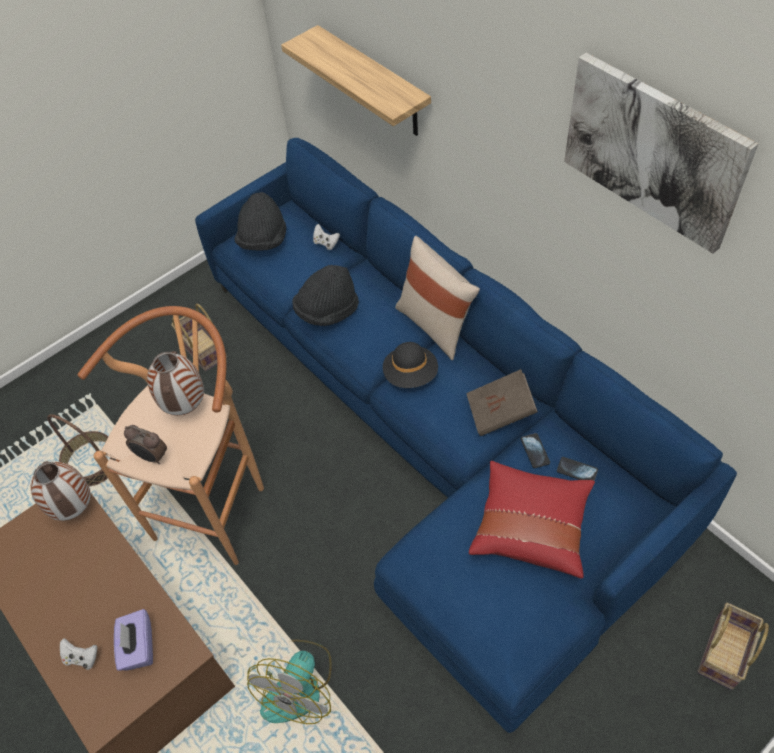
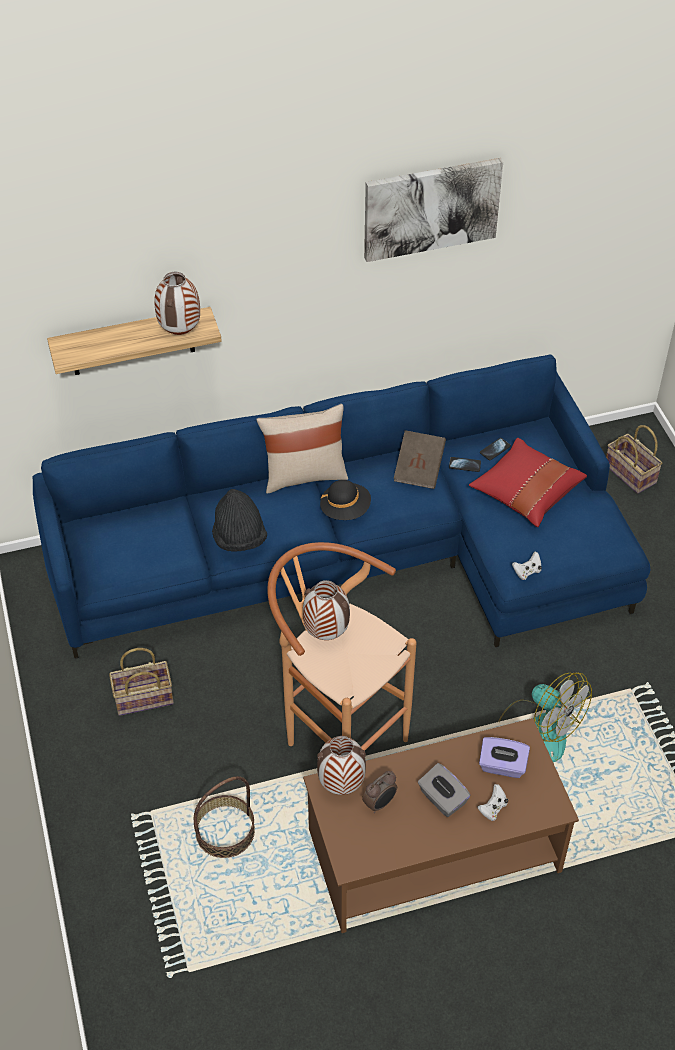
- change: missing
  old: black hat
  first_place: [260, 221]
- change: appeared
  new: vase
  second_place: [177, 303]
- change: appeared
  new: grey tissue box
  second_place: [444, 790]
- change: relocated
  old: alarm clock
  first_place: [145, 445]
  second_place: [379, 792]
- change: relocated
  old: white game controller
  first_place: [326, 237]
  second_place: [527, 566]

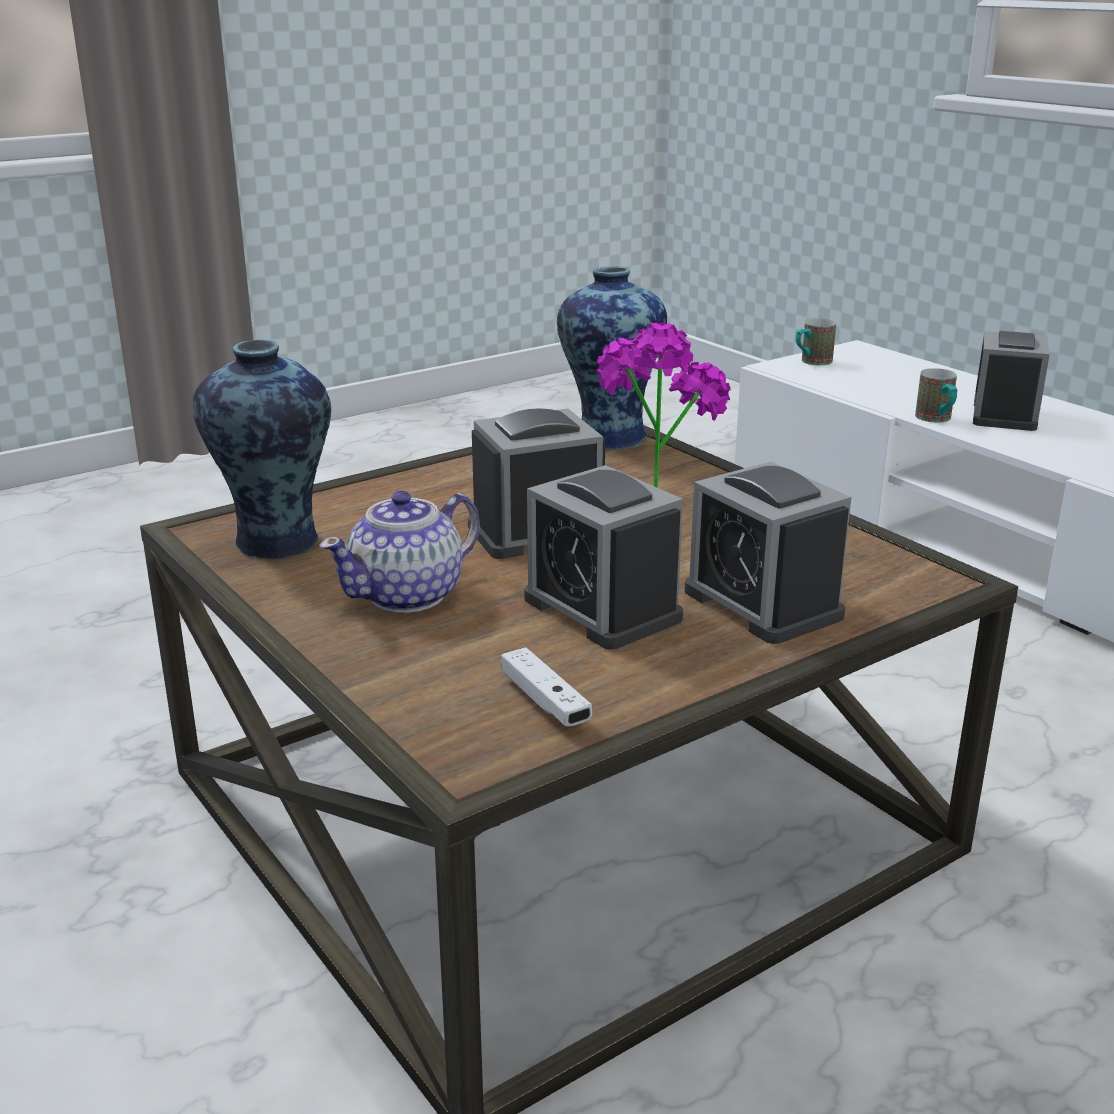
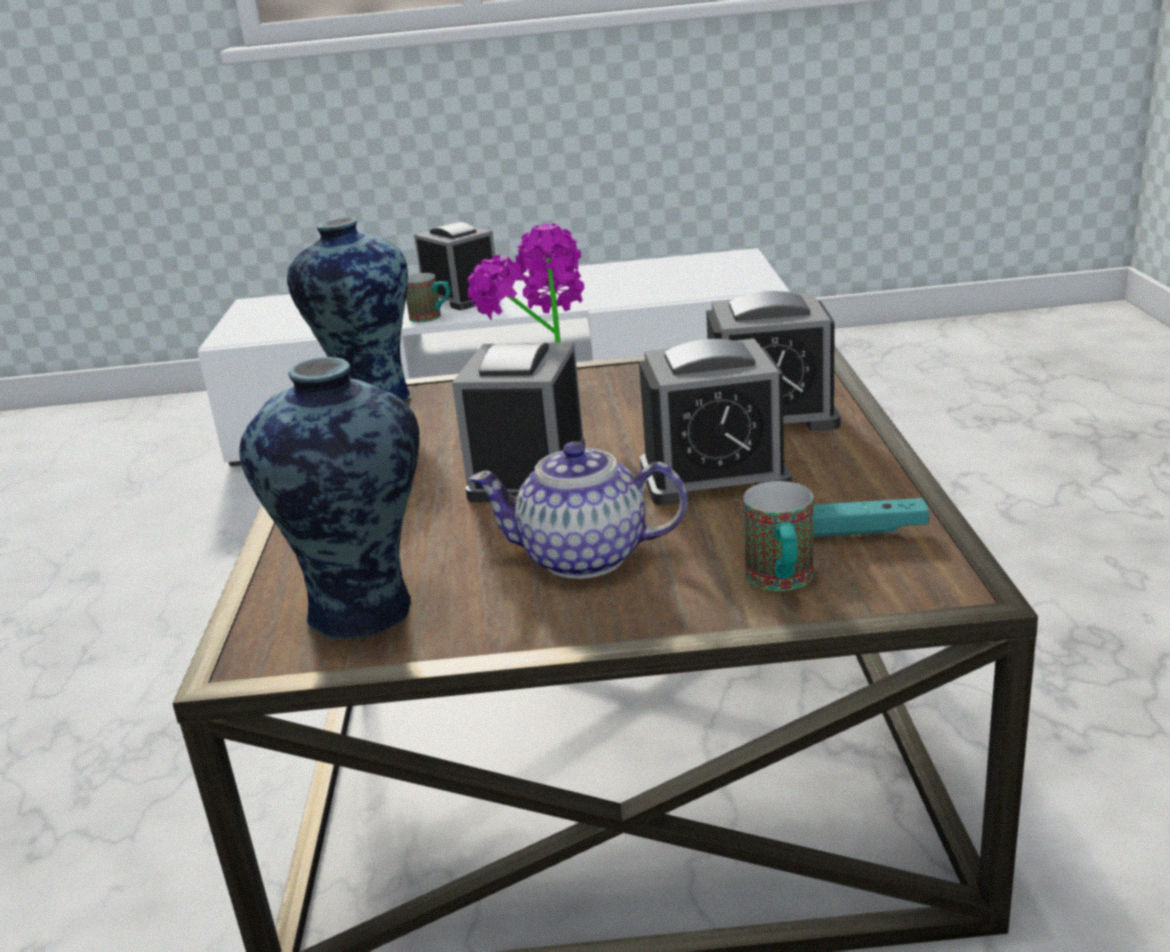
- change: relocated
  old: mug
  first_place: [816, 341]
  second_place: [778, 536]
- change: colour
  old: white game controller
  new: turquoise game controller
  first_place: [546, 687]
  second_place: [871, 517]
- change: spun
  old: teapot
  first_place: [399, 552]
  second_place: [578, 510]
  degrees: 105

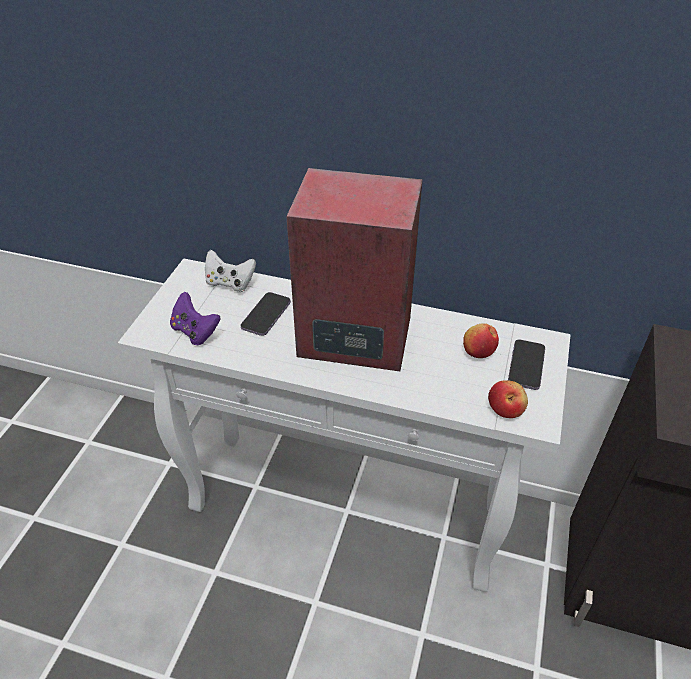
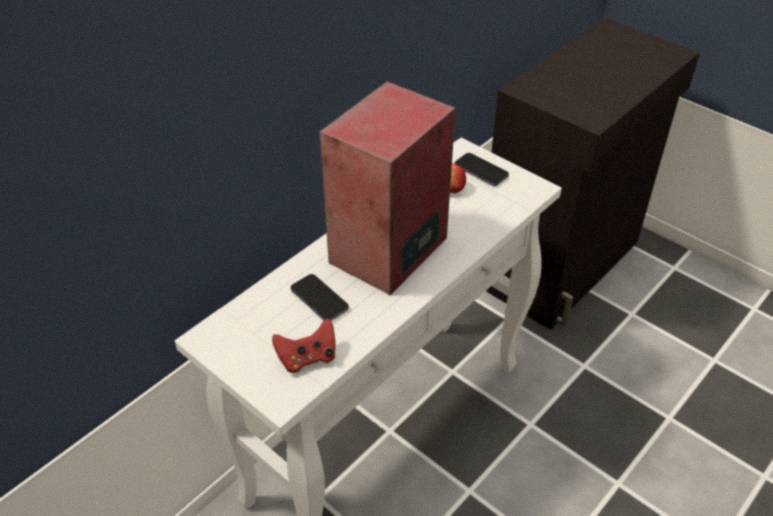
- change: missing
  old: white game controller
  first_place: [230, 271]
- change: missing
  old: apple
  first_place: [508, 399]
- change: colour
  old: purple game controller
  new: red game controller
  first_place: [195, 318]
  second_place: [304, 346]

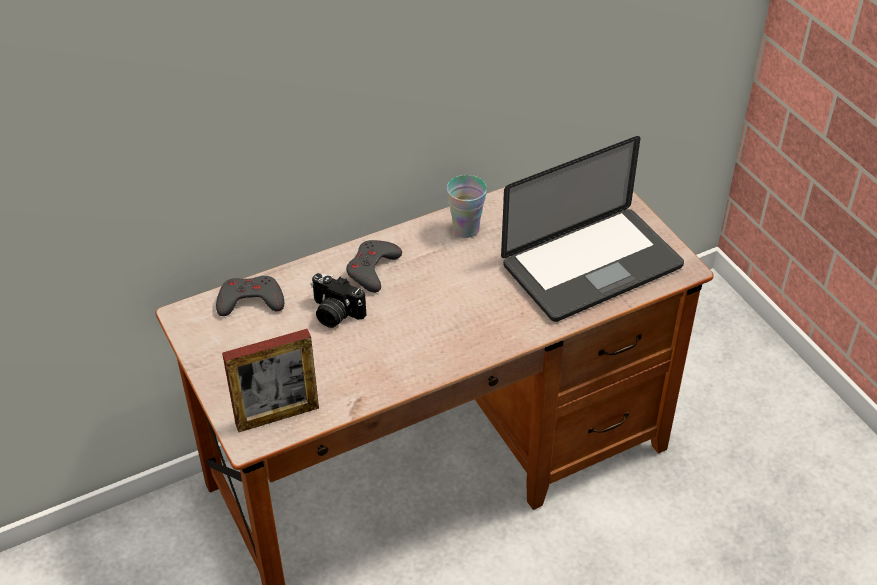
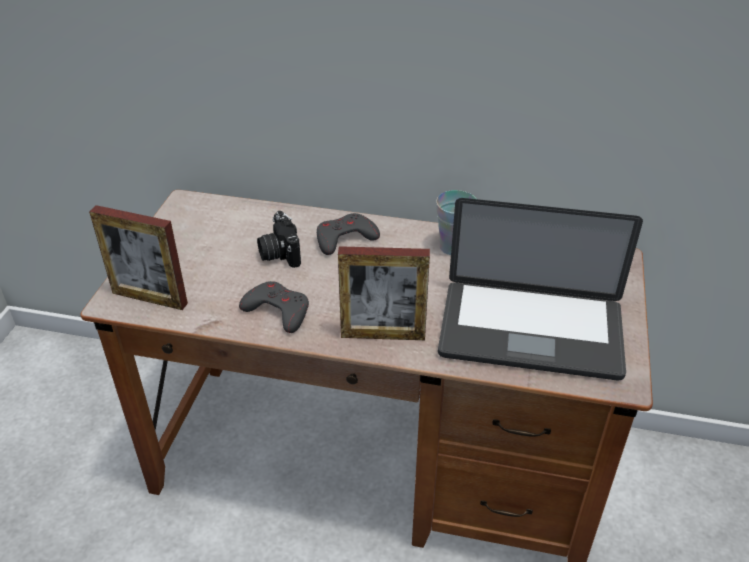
- change: appeared
  new: picture frame
  second_place: [384, 293]
- change: relocated
  old: grey game controller
  first_place: [250, 296]
  second_place: [274, 307]

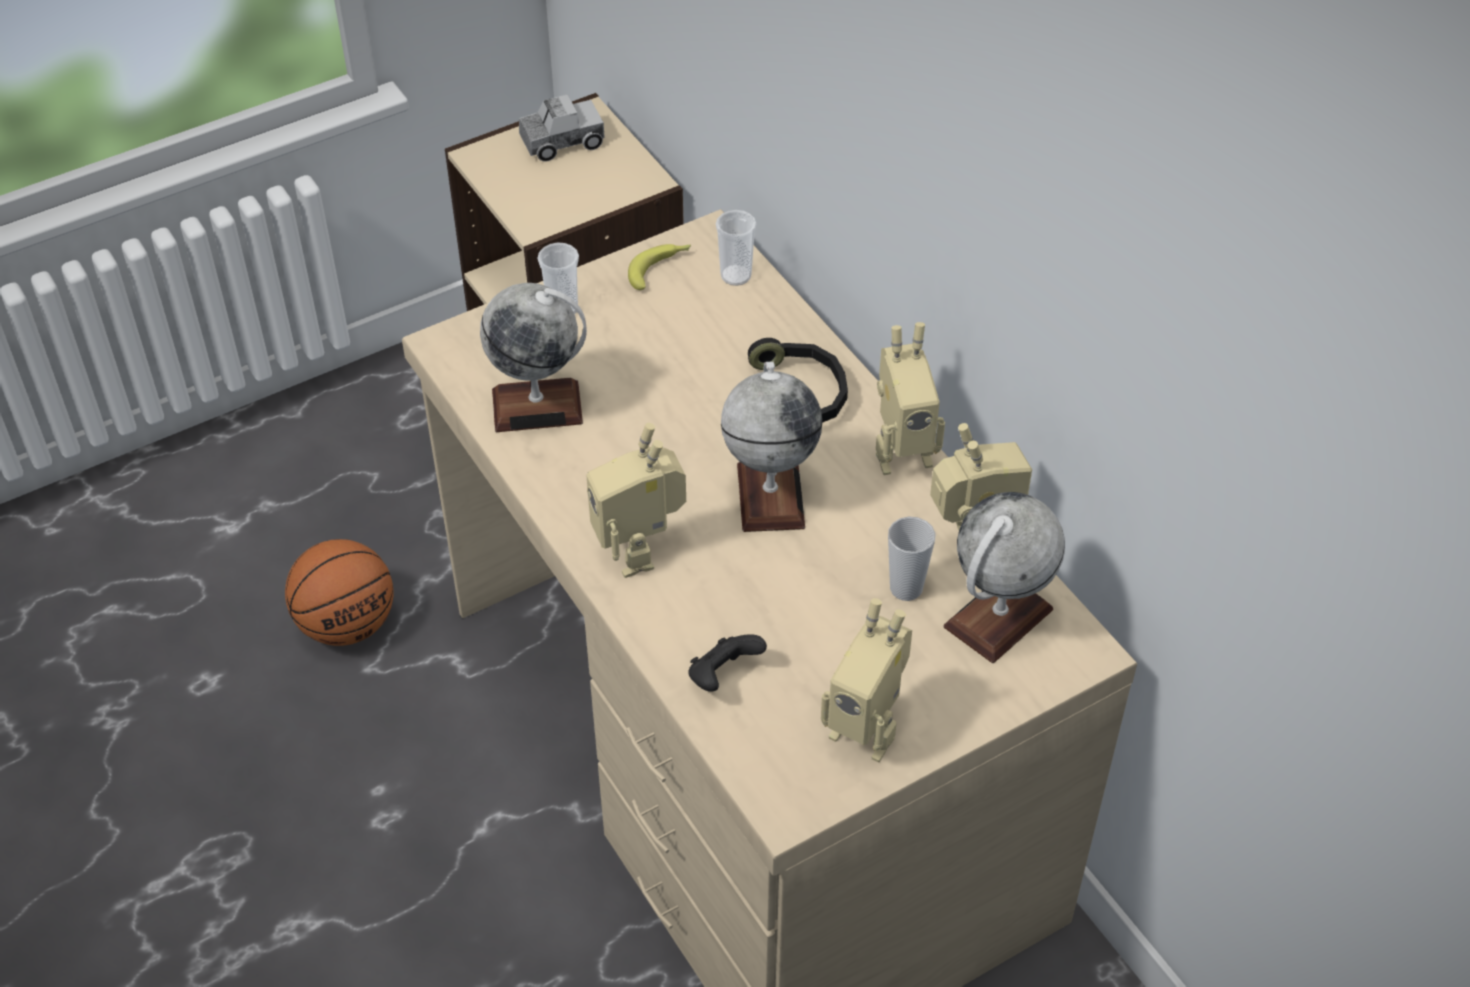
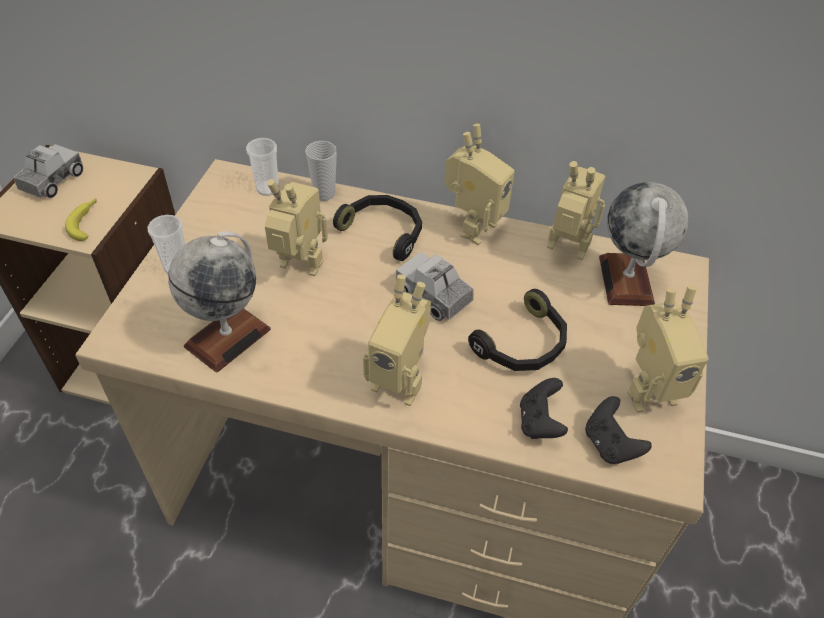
- change: missing
  old: basketball
  first_place: [339, 592]
- change: appeared
  new: toy robot
  second_place: [296, 227]
- change: appeared
  new: black headphones
  second_place: [517, 330]
- change: appeared
  new: black game controller
  second_place: [618, 430]
- change: relocated
  old: banana
  first_place: [659, 267]
  second_place: [81, 219]
- change: relocated
  old: cup
  first_place: [912, 559]
  second_place: [321, 171]
- change: exchanged
  old: globe
  new: toy truck
  first_place: [771, 447]
  second_place: [435, 286]

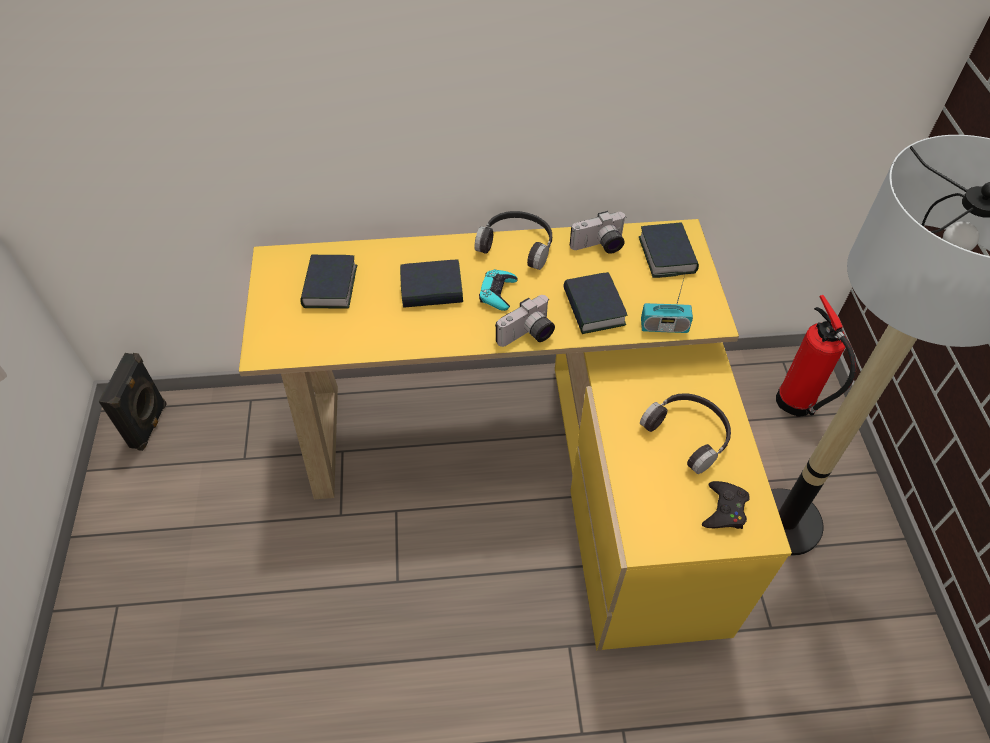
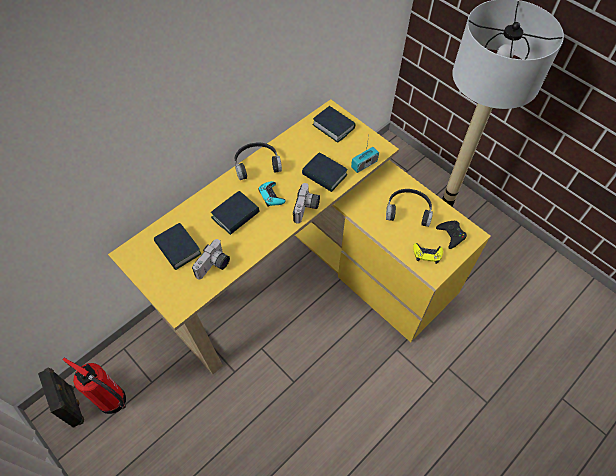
- change: appeared
  new: yellow game controller
  second_place: [428, 253]
- change: relocated
  old: photo camera
  first_place: [597, 232]
  second_place: [211, 259]
- change: relocated
  old: fire extinguisher
  first_place: [816, 356]
  second_place: [94, 386]

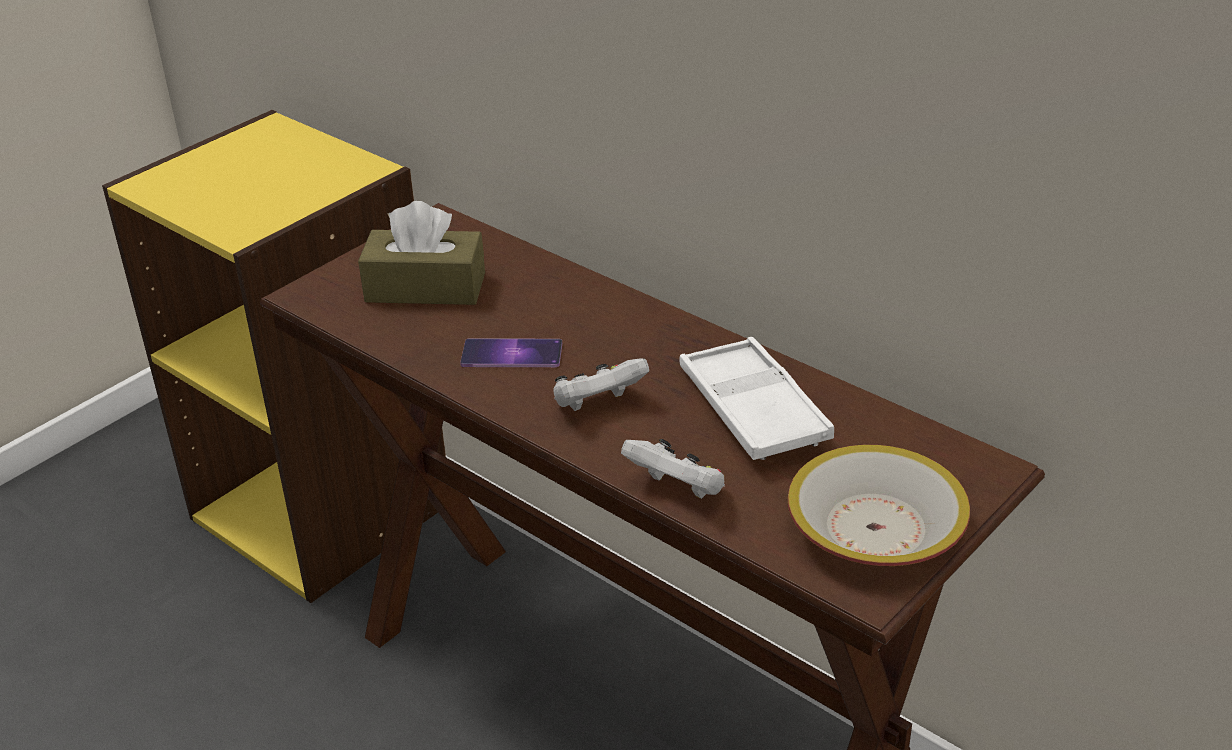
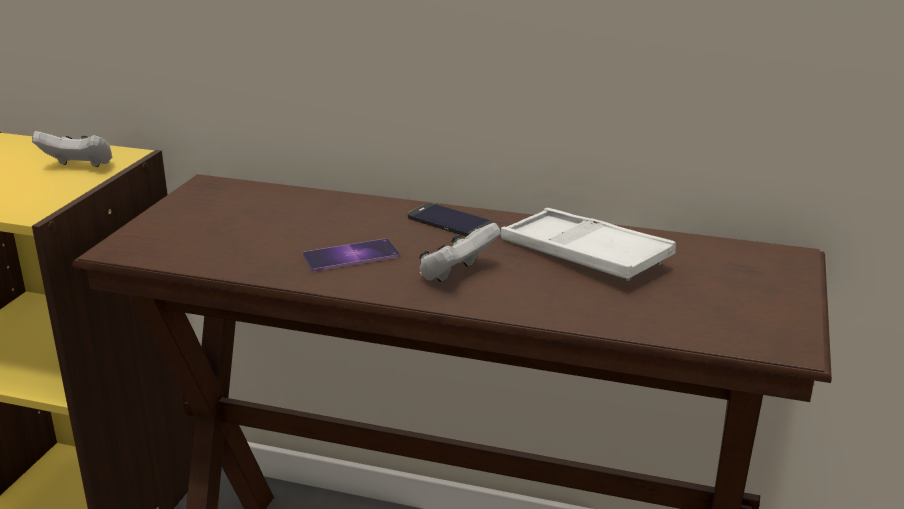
- change: missing
  old: brown tissue box
  first_place: [421, 253]
- change: missing
  old: bowl
  first_place: [879, 505]
- change: appeared
  new: phone
  second_place: [450, 220]
- change: relocated
  old: white game controller
  first_place: [673, 469]
  second_place: [72, 149]

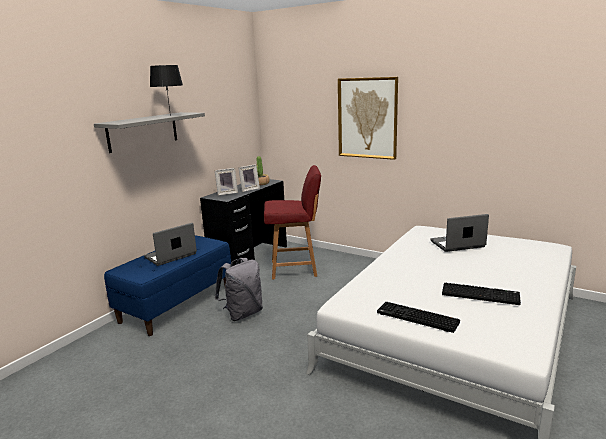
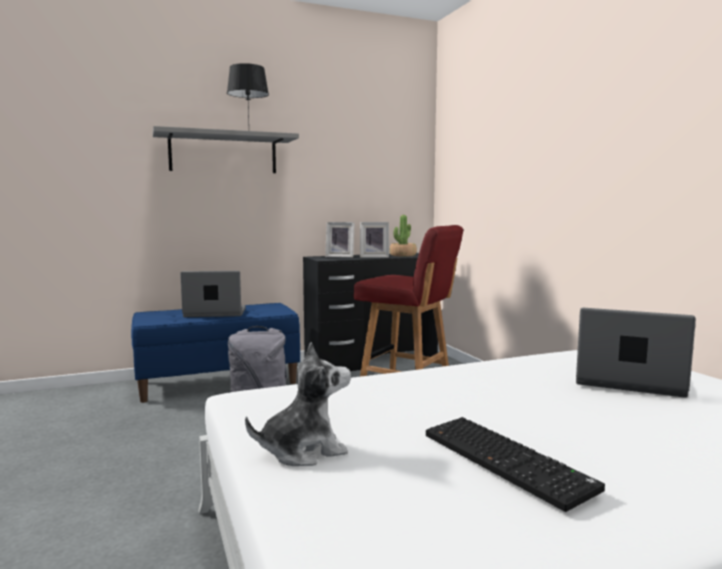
- change: missing
  old: picture
  first_place: [368, 118]
- change: exchanged
  old: keyboard
  new: plush toy
  first_place: [418, 317]
  second_place: [298, 404]

